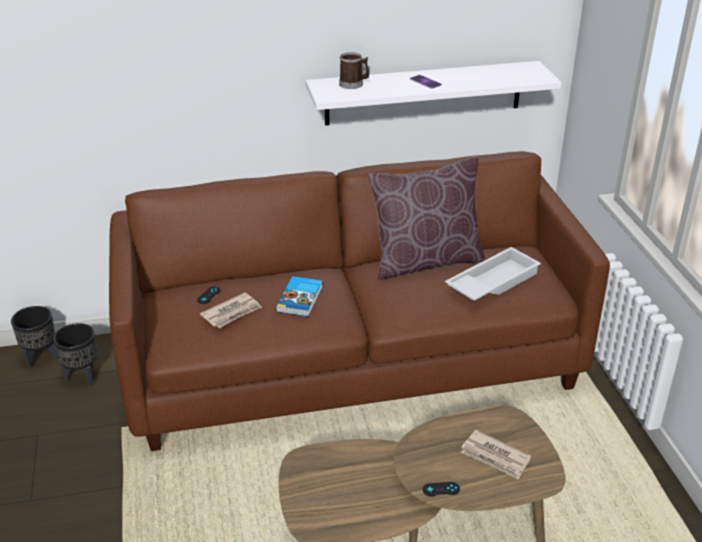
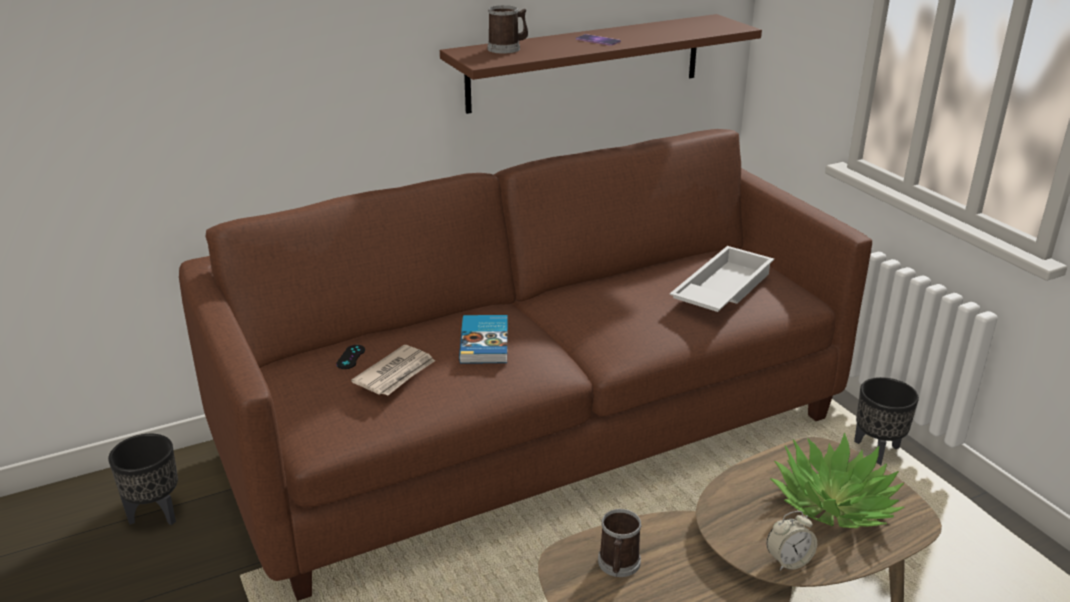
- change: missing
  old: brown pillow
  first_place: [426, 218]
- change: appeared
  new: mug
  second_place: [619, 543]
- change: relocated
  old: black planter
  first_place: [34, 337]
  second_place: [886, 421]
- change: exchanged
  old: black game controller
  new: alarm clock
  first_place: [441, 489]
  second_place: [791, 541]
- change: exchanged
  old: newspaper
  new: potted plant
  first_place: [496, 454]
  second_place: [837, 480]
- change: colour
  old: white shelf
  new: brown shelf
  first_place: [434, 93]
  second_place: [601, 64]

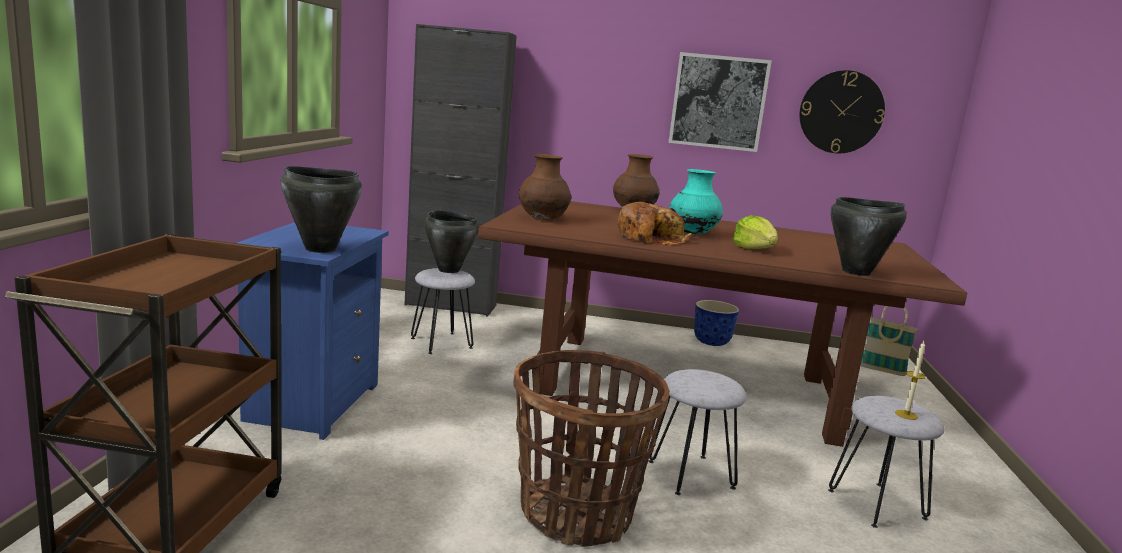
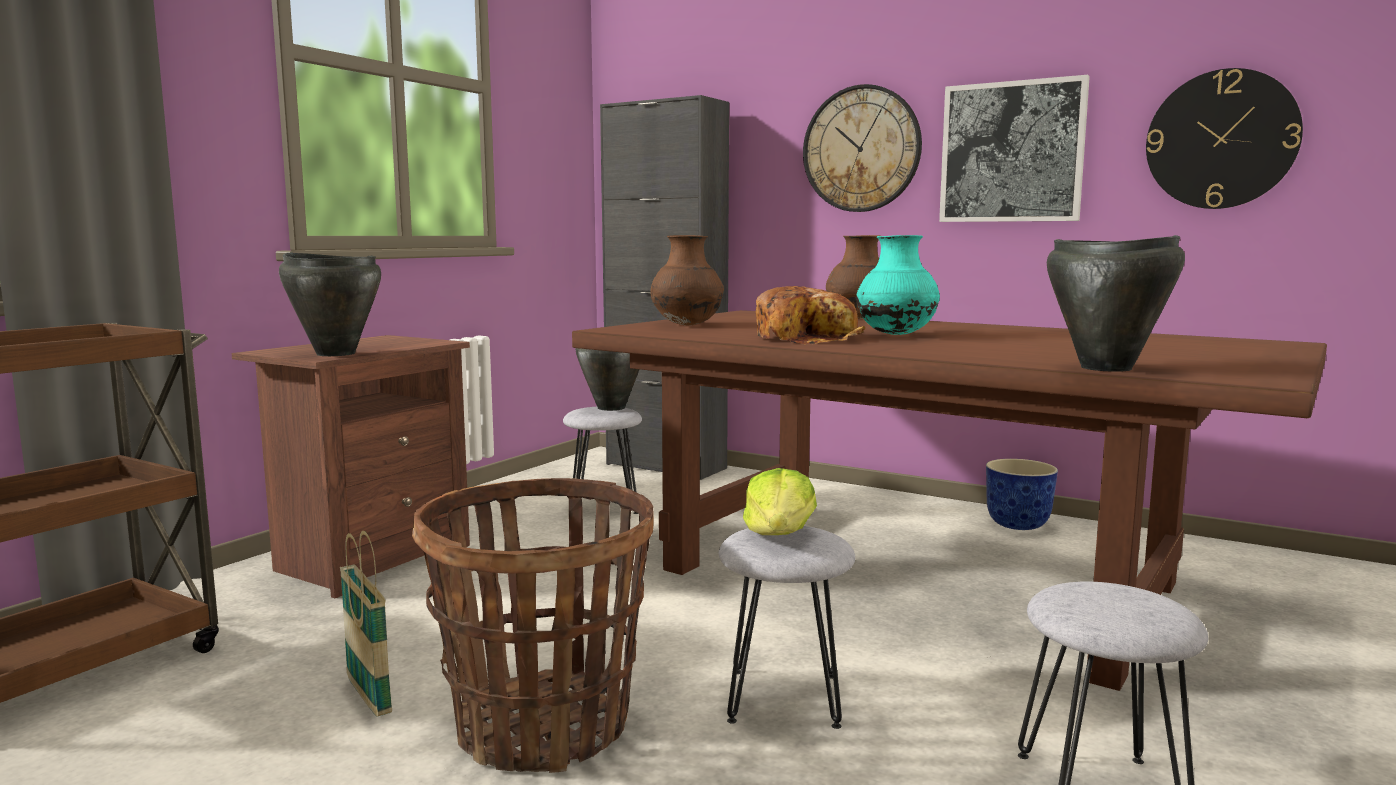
- change: missing
  old: candle
  first_place: [910, 380]
- change: appeared
  new: wall clock
  second_place: [862, 148]
- change: relocated
  old: lettuce
  first_place: [755, 232]
  second_place: [780, 501]
- change: relocated
  old: basket
  first_place: [888, 341]
  second_place: [366, 624]
- change: colour
  old: blue nightstand
  new: brown nightstand
  first_place: [313, 331]
  second_place: [351, 466]

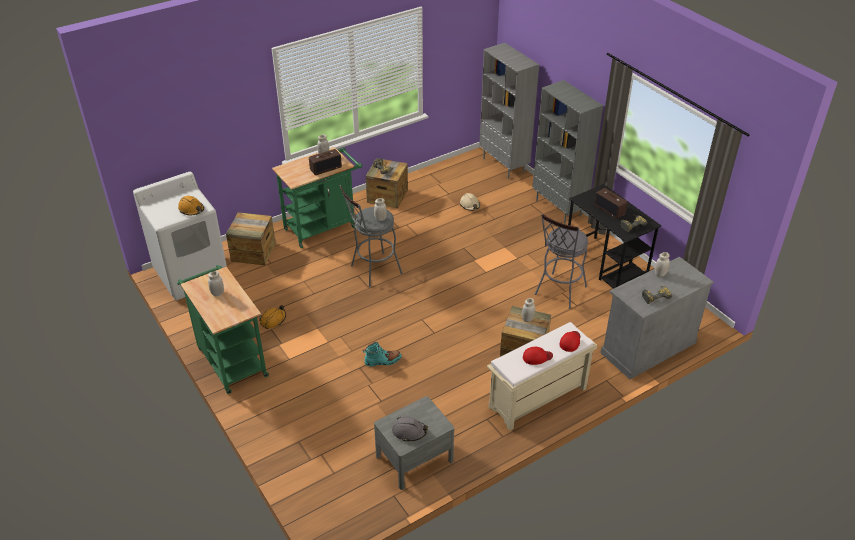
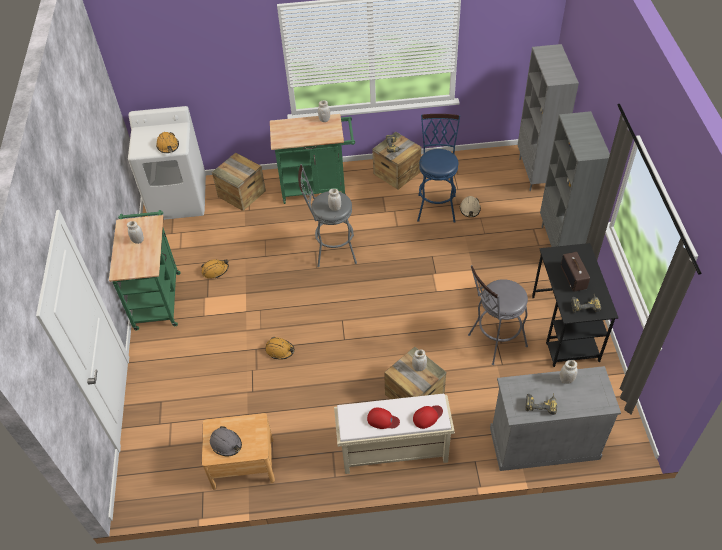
- change: missing
  old: radio
  first_place: [325, 162]
- change: appeared
  new: blue stool
  second_place: [438, 168]
- change: exchanged
  old: turquoise boot
  new: orange hard hat
  first_place: [382, 354]
  second_place: [280, 348]
- change: colour
  old: grey nightstand
  new: brown nightstand
  first_place: [414, 443]
  second_place: [238, 451]

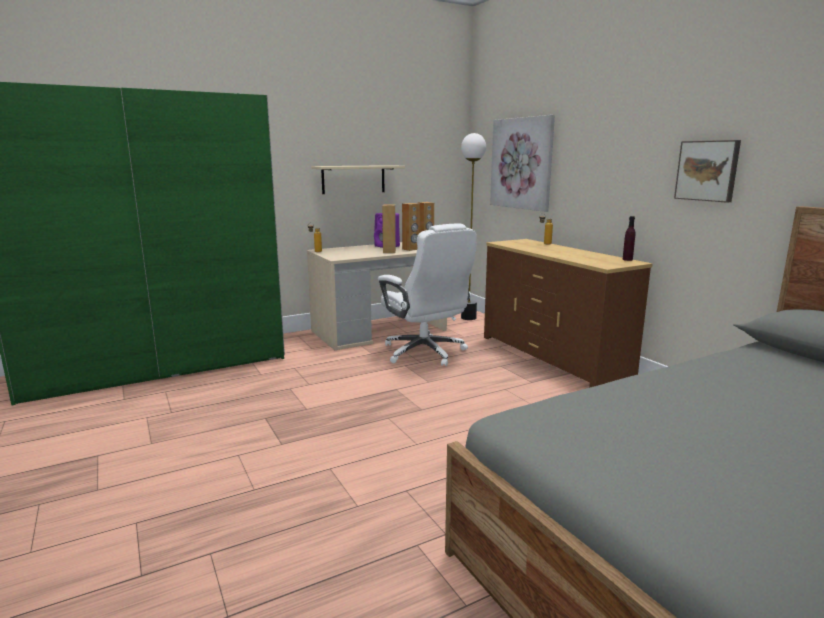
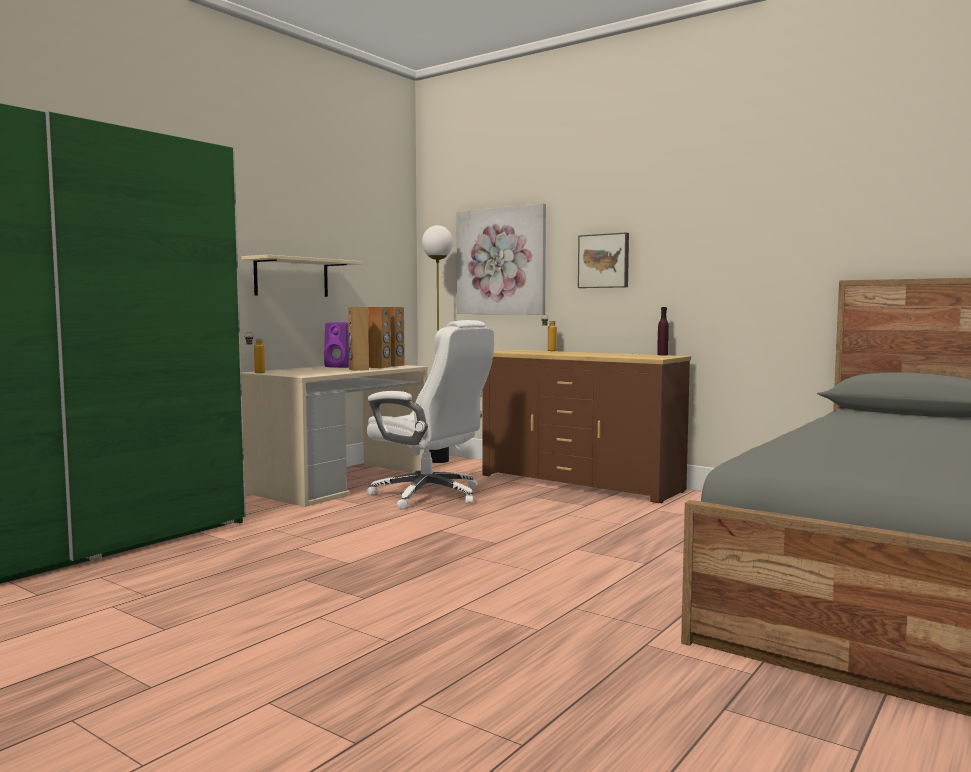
- change: relocated
  old: picture
  first_place: [707, 171]
  second_place: [603, 260]

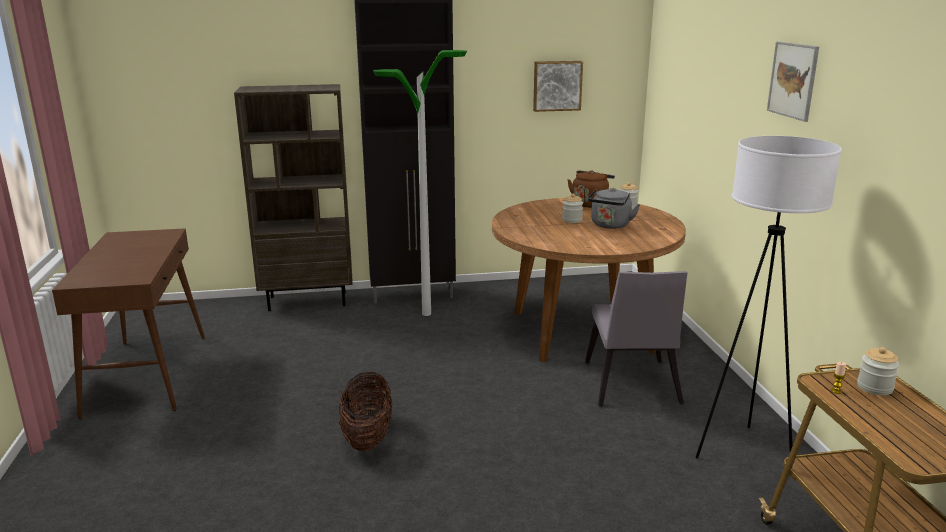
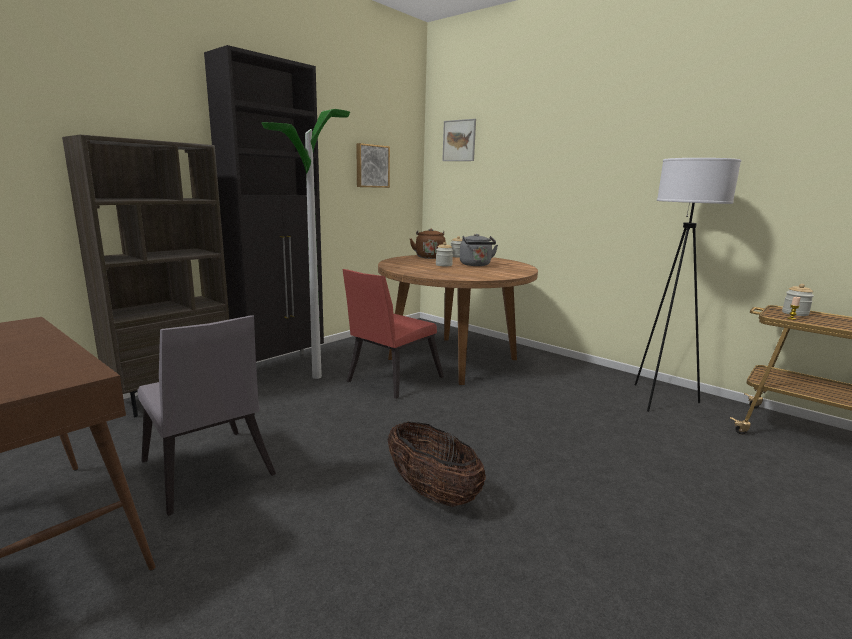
- change: appeared
  new: red chair
  second_place: [393, 334]
- change: relocated
  old: grey chair
  first_place: [636, 339]
  second_place: [206, 415]
- change: relocated
  old: picture
  first_place: [793, 81]
  second_place: [459, 140]

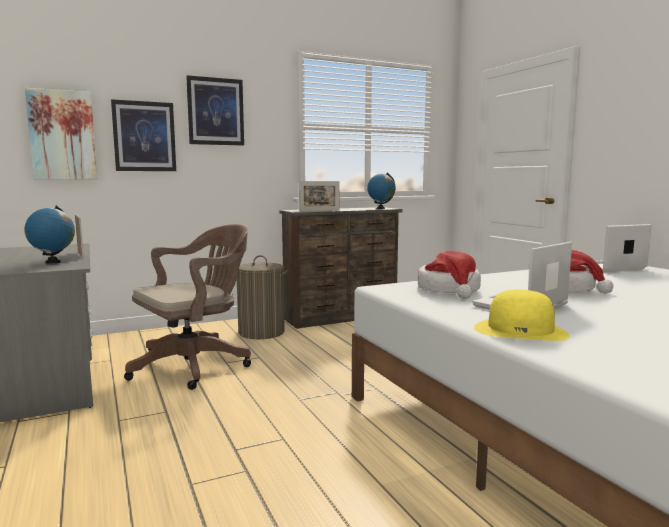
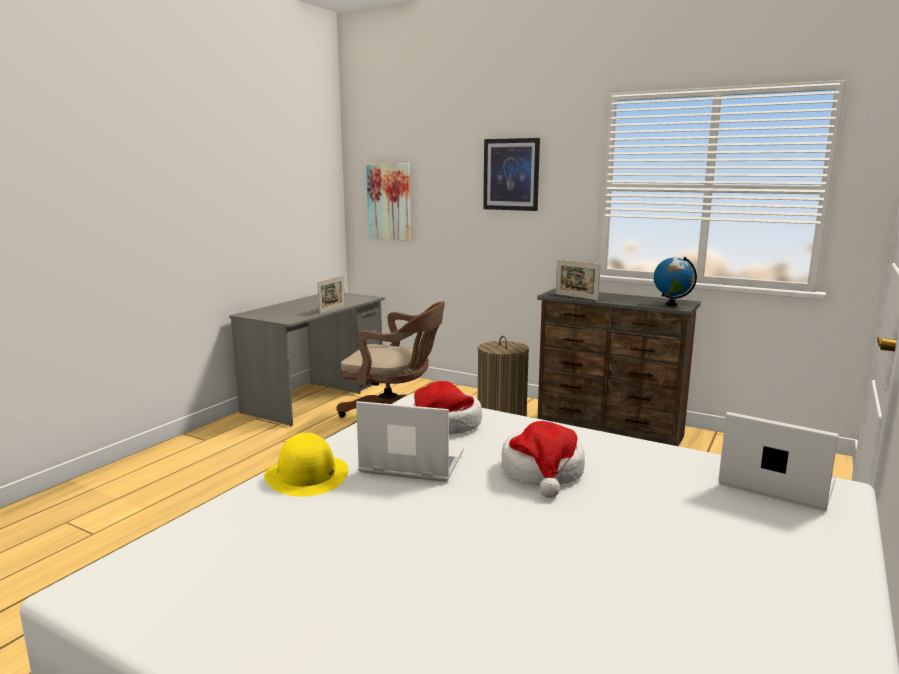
- change: missing
  old: globe
  first_place: [49, 235]
- change: missing
  old: picture
  first_place: [143, 135]

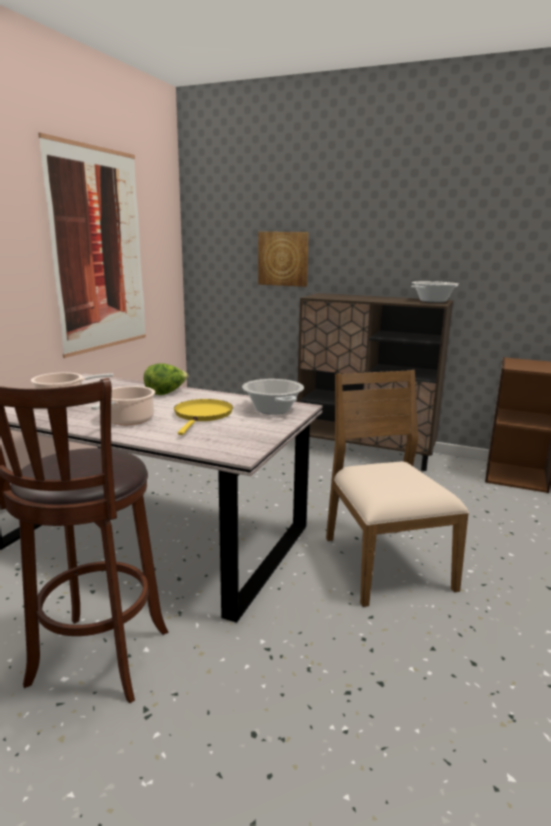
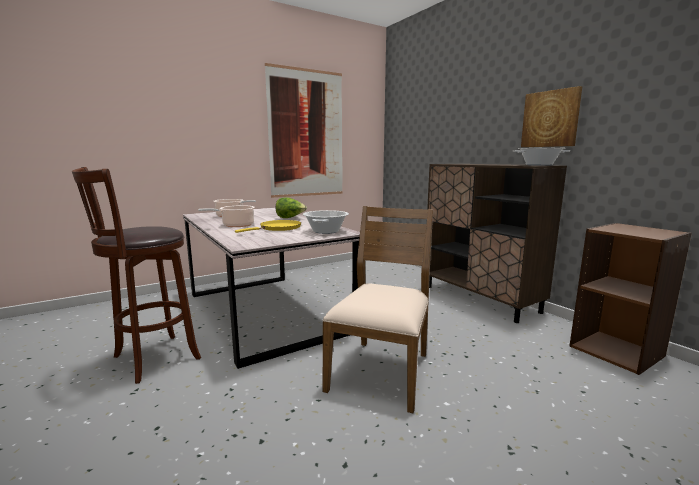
- change: relocated
  old: picture
  first_place: [283, 259]
  second_place: [551, 116]

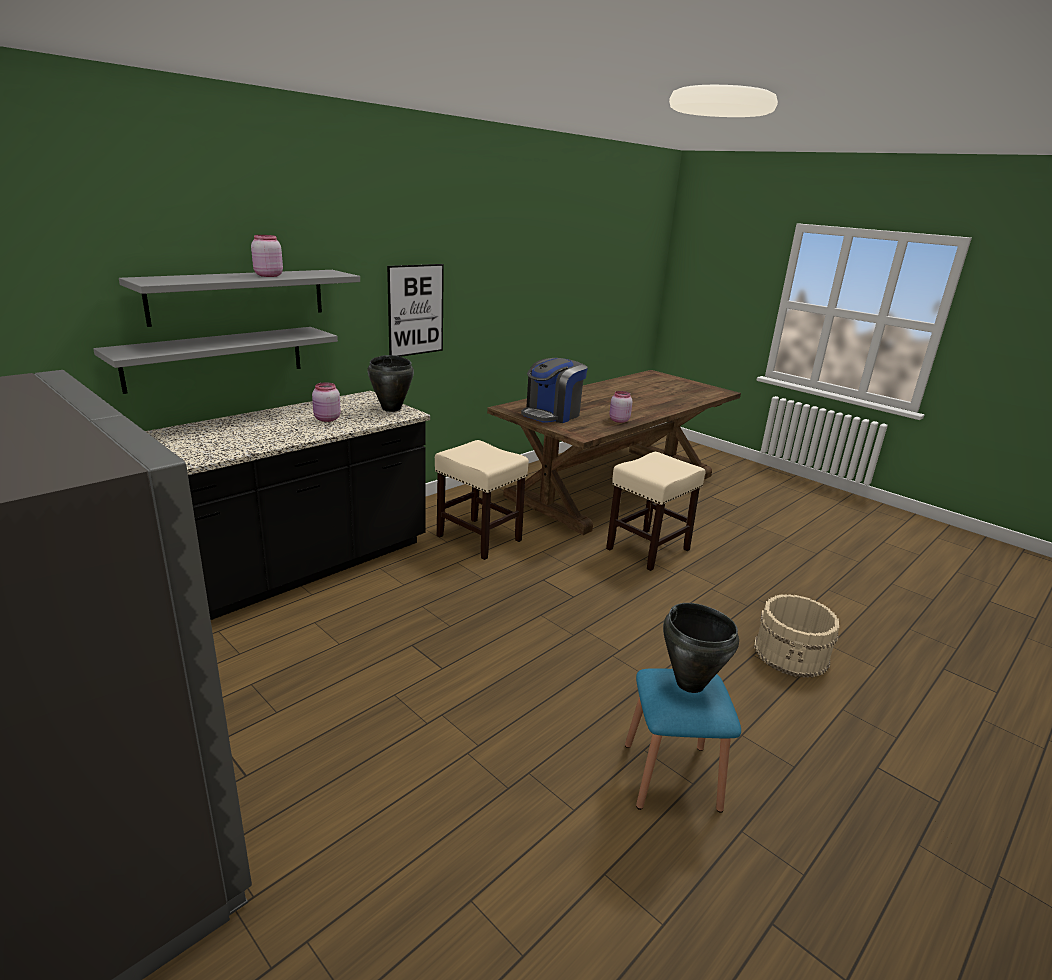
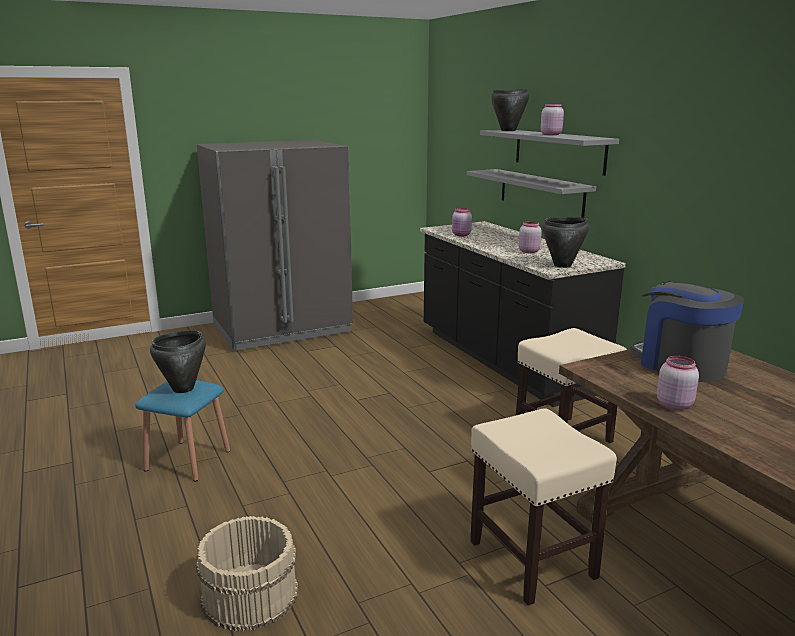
- change: missing
  old: picture
  first_place: [415, 310]
- change: appeared
  new: pink jar
  second_place: [462, 222]
- change: appeared
  new: black cooking pot
  second_place: [510, 109]

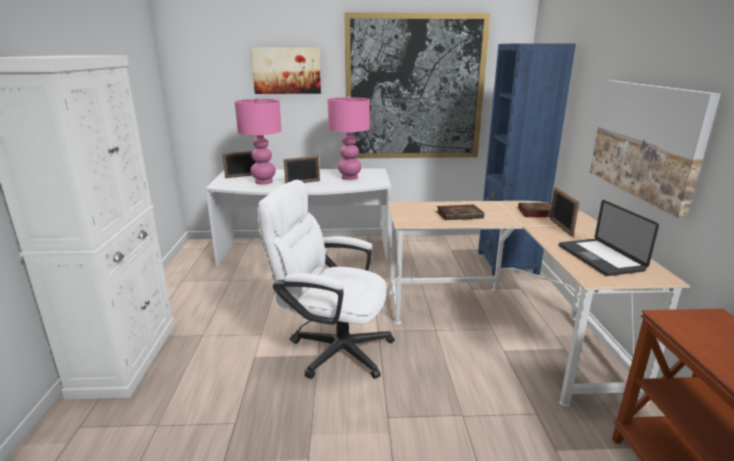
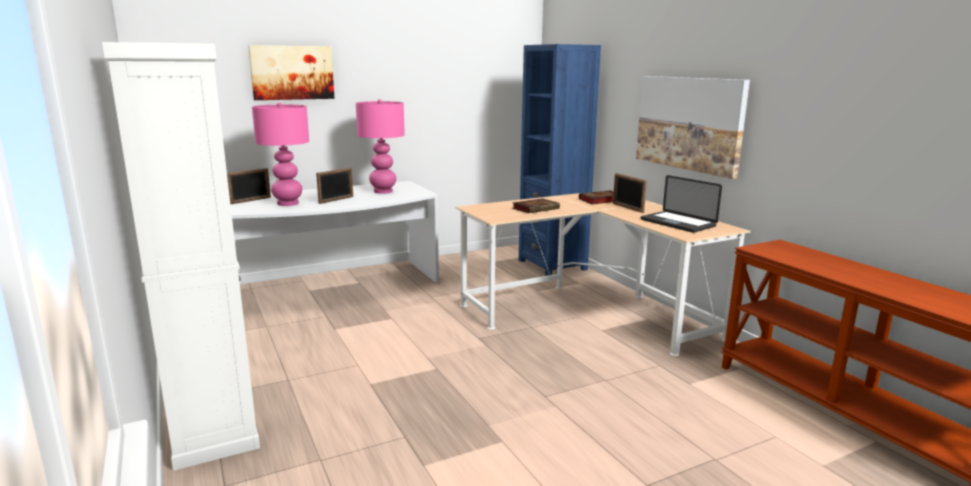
- change: missing
  old: white office chair
  first_place: [326, 279]
- change: missing
  old: picture
  first_place: [417, 85]

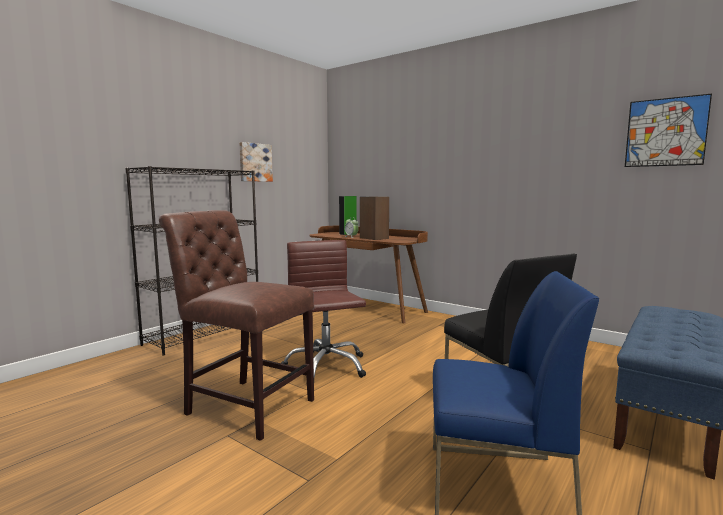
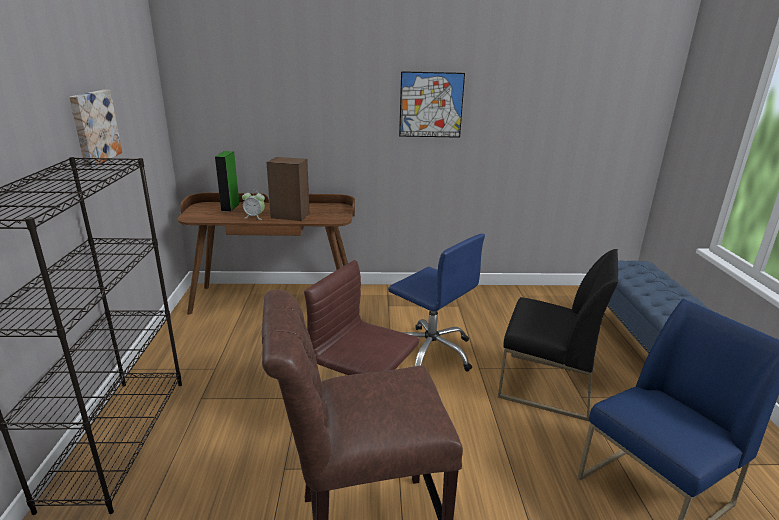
- change: appeared
  new: blue office chair
  second_place: [436, 302]
- change: relocated
  old: picture
  first_place: [668, 130]
  second_place: [432, 104]

